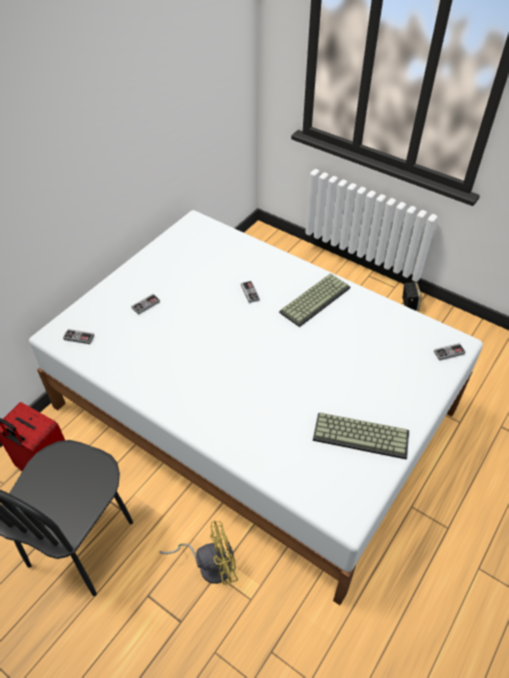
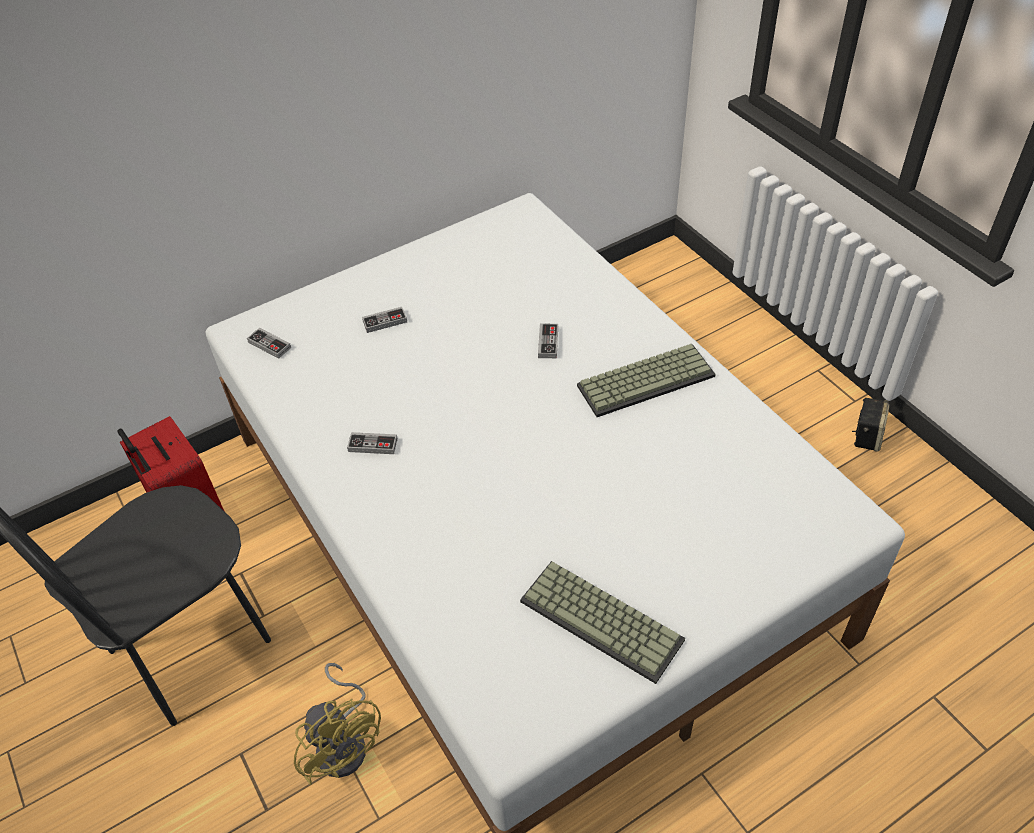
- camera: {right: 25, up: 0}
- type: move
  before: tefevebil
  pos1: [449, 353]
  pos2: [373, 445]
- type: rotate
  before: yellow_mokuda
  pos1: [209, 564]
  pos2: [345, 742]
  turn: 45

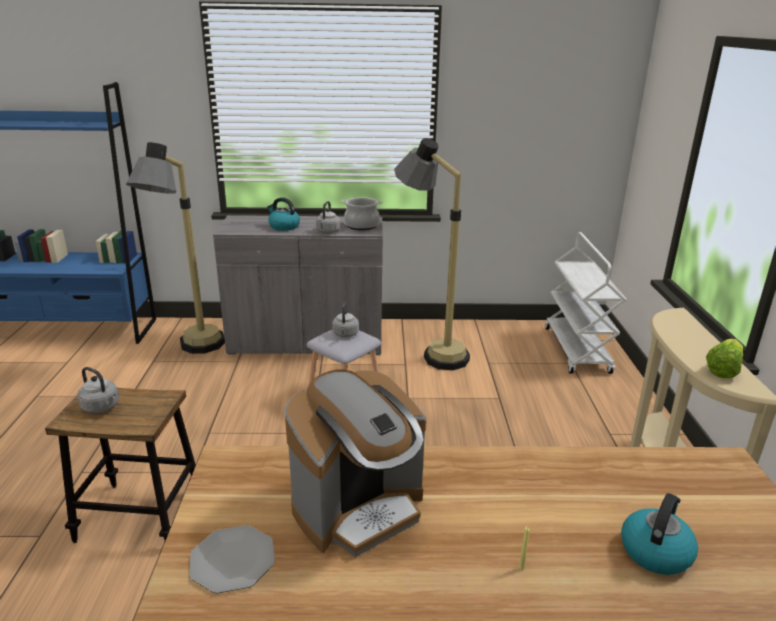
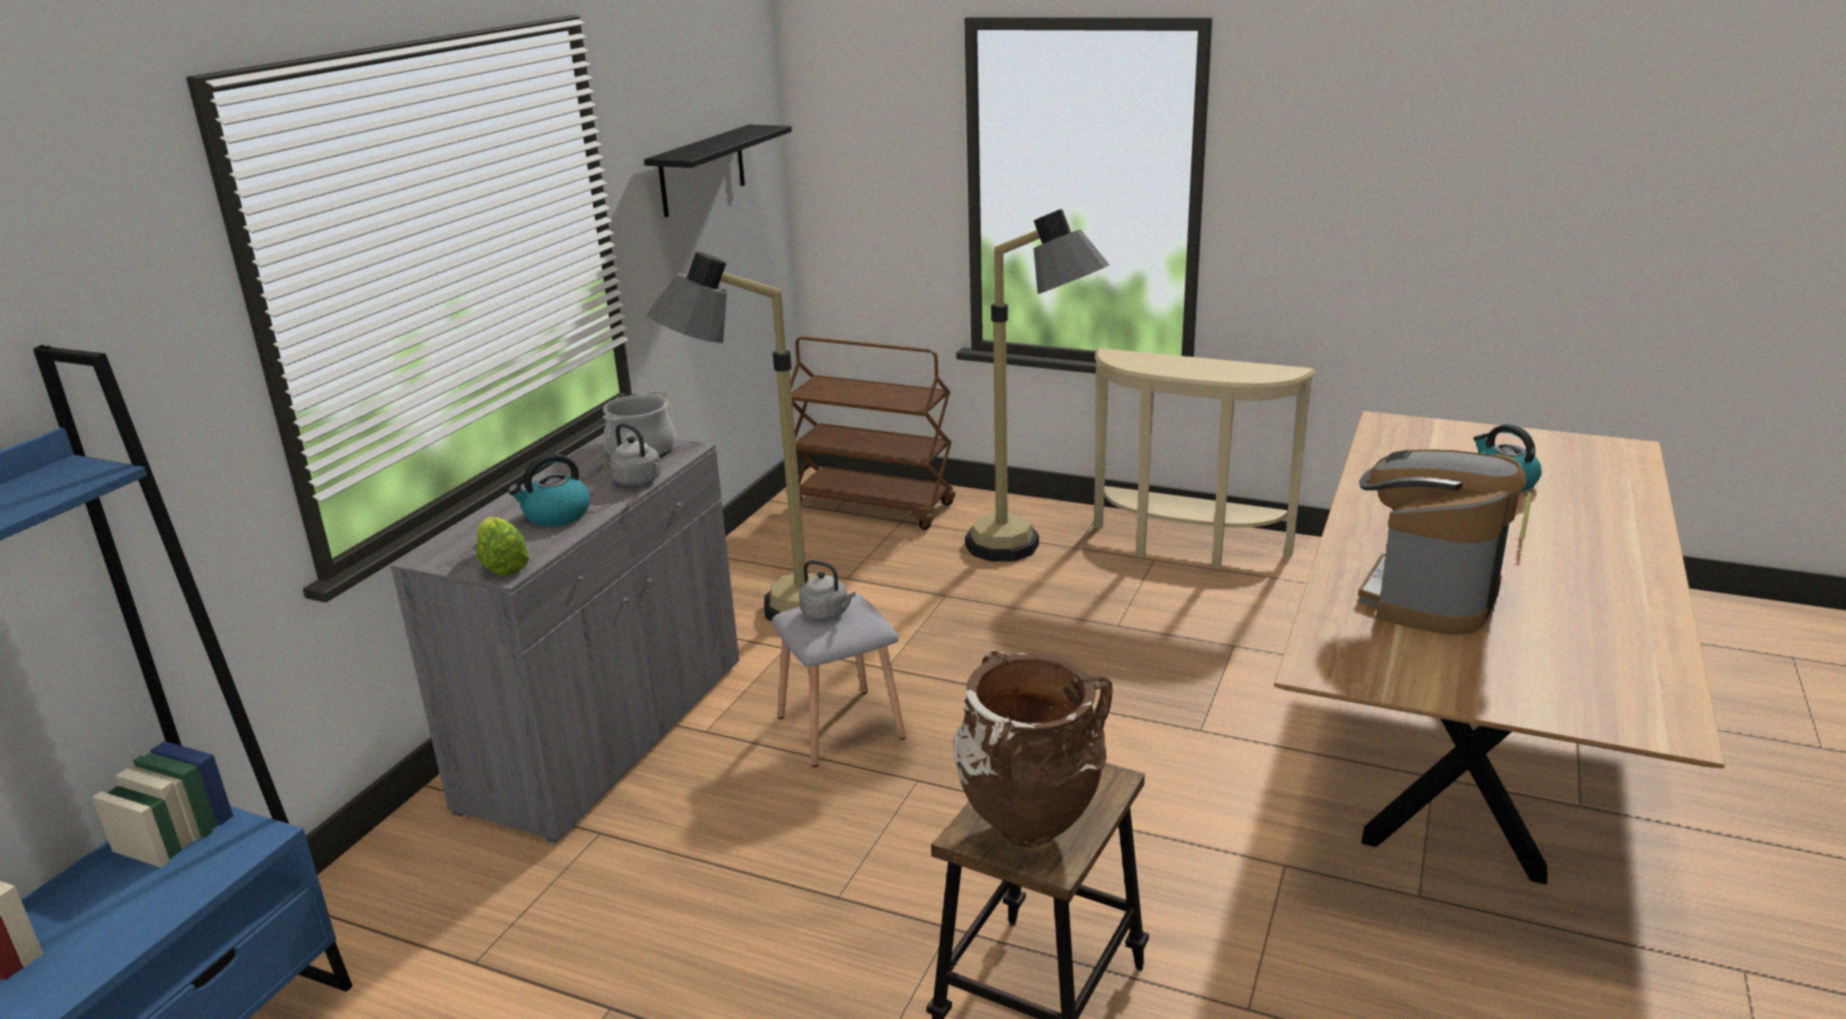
- camera: {right: -65, up: 0}
- type: move
  before: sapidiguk
  pos1: [192, 353]
  pos2: [1031, 553]
- type: recolor
  before: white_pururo
  after: brown_pururo
  pos1: [577, 350]
  pos2: [874, 506]
- type: move
  before: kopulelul
  pos1: [723, 370]
  pos2: [502, 564]
- type: replace
  before: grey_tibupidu
  after: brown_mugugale
  pos1: [102, 407]
  pos2: [1028, 826]
- type: rotate
  before: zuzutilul
  pos1: [359, 508]
  pos2: [1427, 597]
  turn: -135
- type: delete
  before: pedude
  pos1: [232, 560]
- type: insert
  after: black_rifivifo
  pos2: [702, 170]

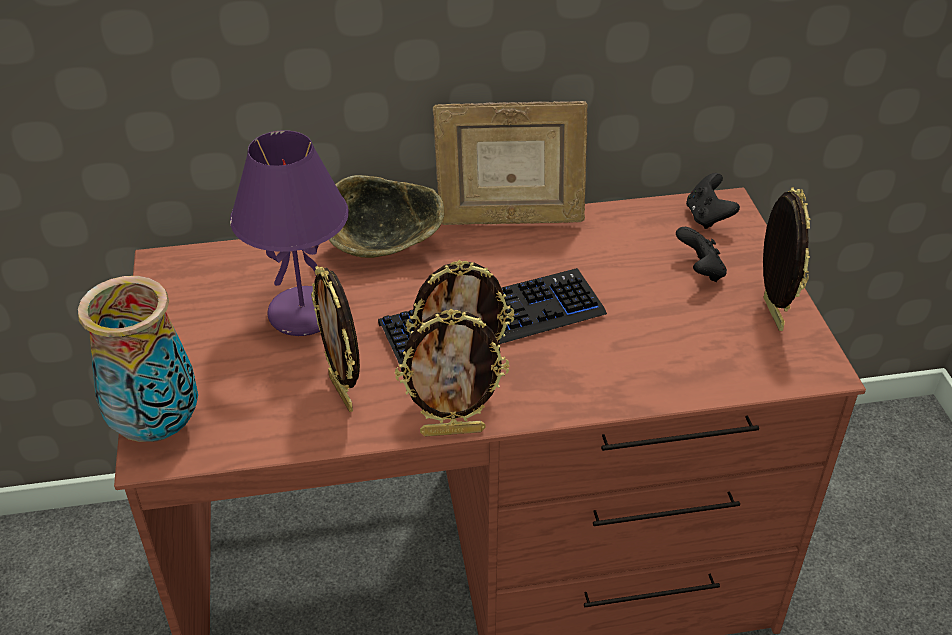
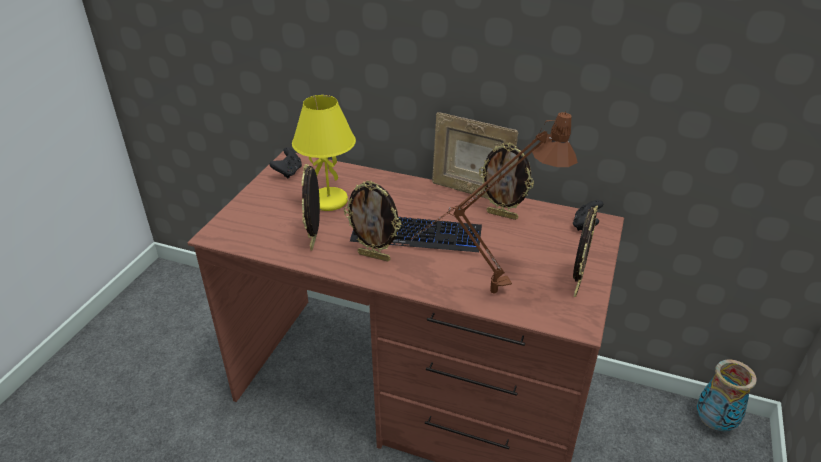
- camera: {right: 30, up: -5}
- type: recolor
  before: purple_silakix
  after: yellow_silakix
  pos1: [304, 313]
  pos2: [330, 201]
- type: delete
  before: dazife
  pos1: [382, 250]
- type: move
  before: black_tefevebil
  pos1: [700, 271]
  pos2: [288, 172]
- type: move
  before: mugugale
  pos1: [157, 428]
  pos2: [714, 423]
- type: move
  before: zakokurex
  pos1: [453, 430]
  pos2: [502, 215]
- type: insert
  after: brown_silakix
  pos2: [484, 295]

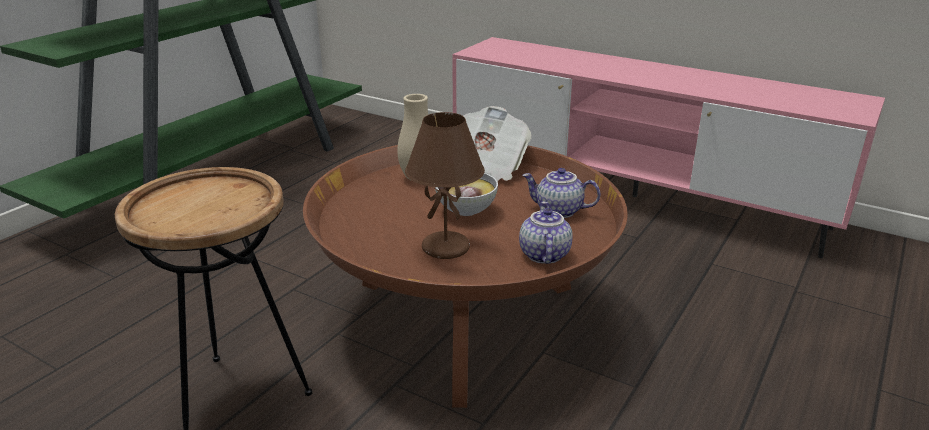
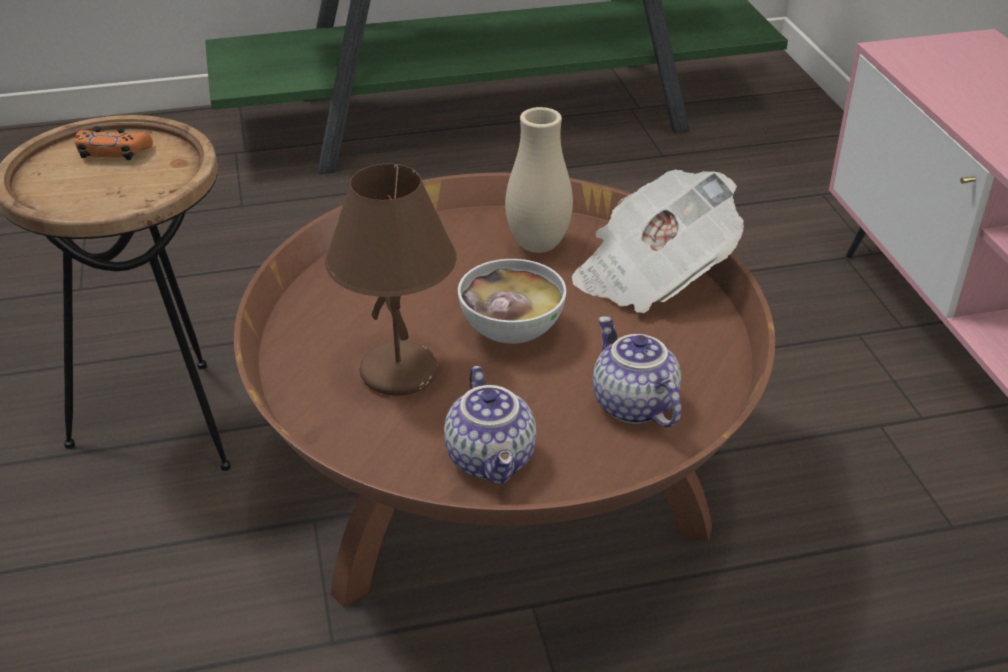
- camera: {right: 45, up: 10}
- type: rotate
  before: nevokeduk
  pos1: [543, 254]
  pos2: [493, 459]
  turn: 120
- type: insert
  after: orange_tefevebil
  pos2: [113, 152]

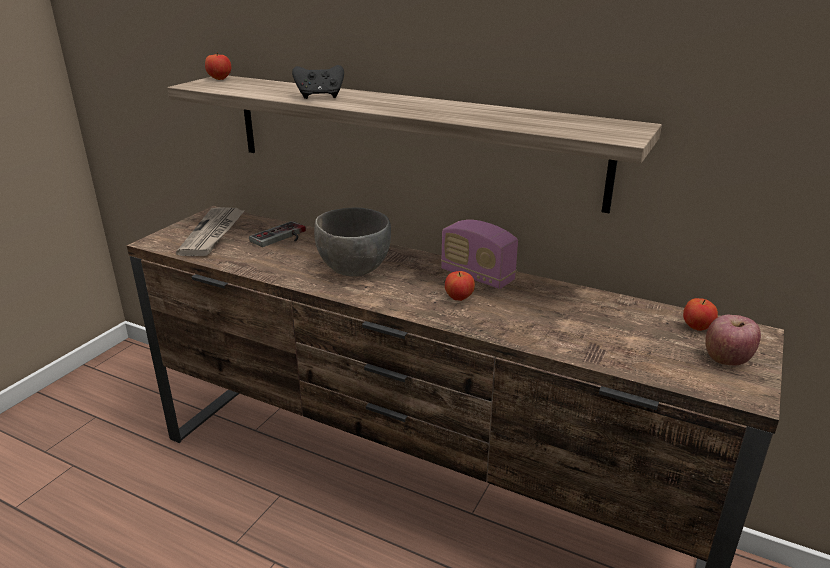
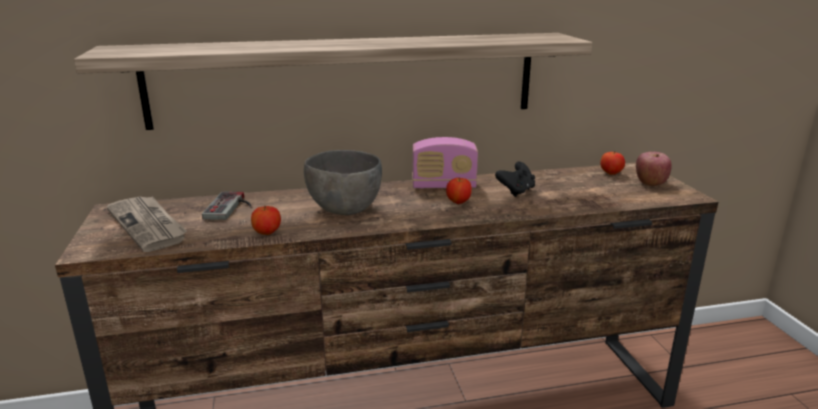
- camera: {right: -40, up: -5}
- type: move
  before: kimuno
  pos1: [220, 79]
  pos2: [267, 233]
- type: move
  before: black_tefevebil
  pos1: [320, 97]
  pos2: [516, 191]

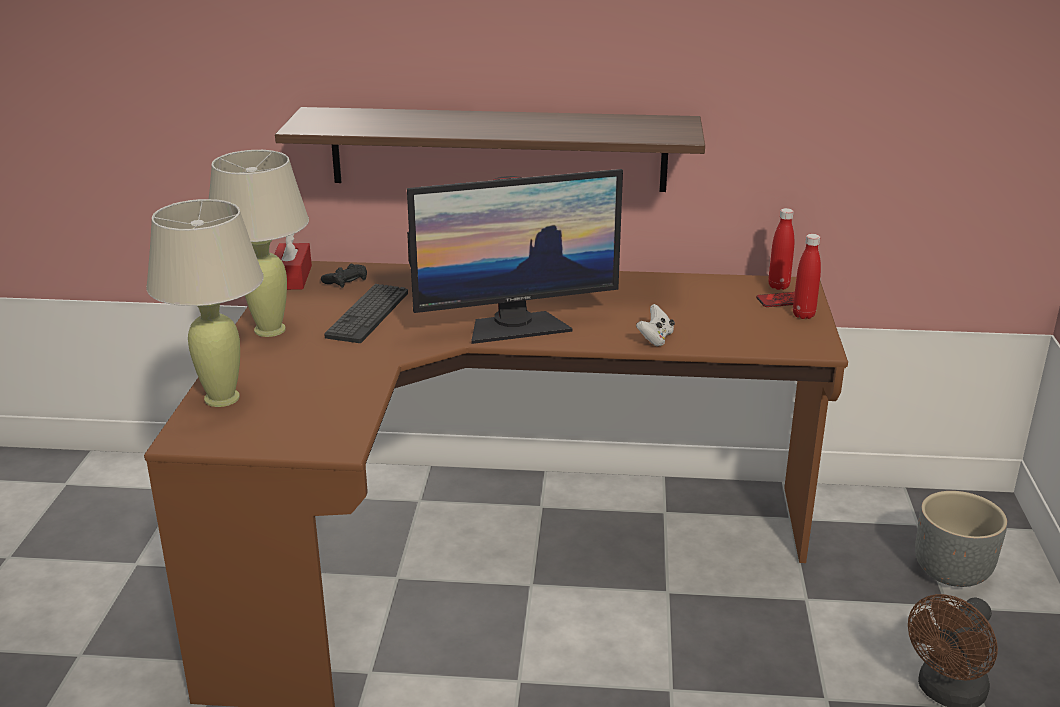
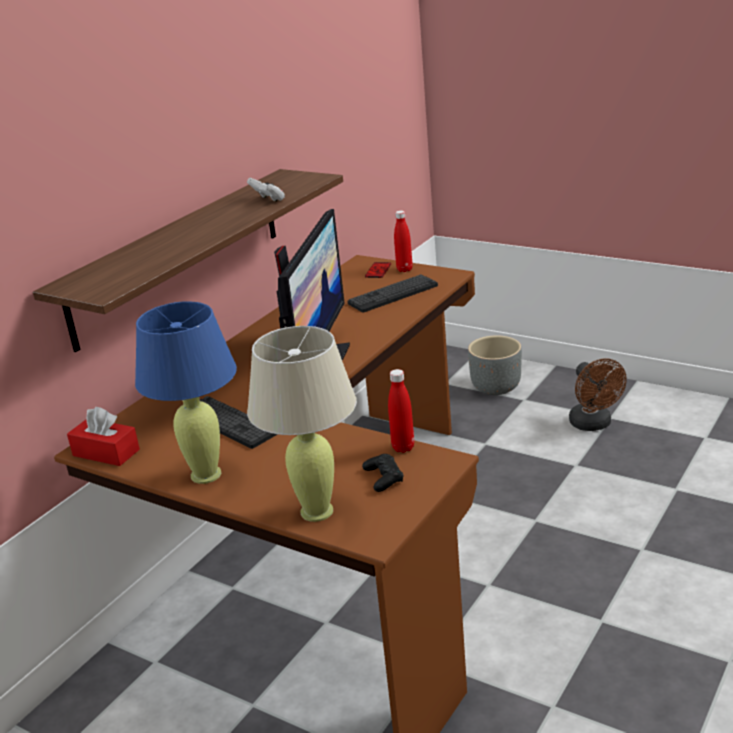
- camera: {right: -60, up: 0}
- type: recolor
  before: beige_silakix
  after: blue_silakix
  pos1: [269, 330]
  pos2: [206, 475]
- type: move
  before: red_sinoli
  pos1: [778, 286]
  pos2: [403, 447]
- type: move
  before: black_tefevebil
  pos1: [346, 281]
  pos2: [383, 478]
- type: move
  before: white_tefevebil
  pos1: [655, 339]
  pos2: [268, 200]
- type: insert
  after: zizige
  pos2: [393, 294]

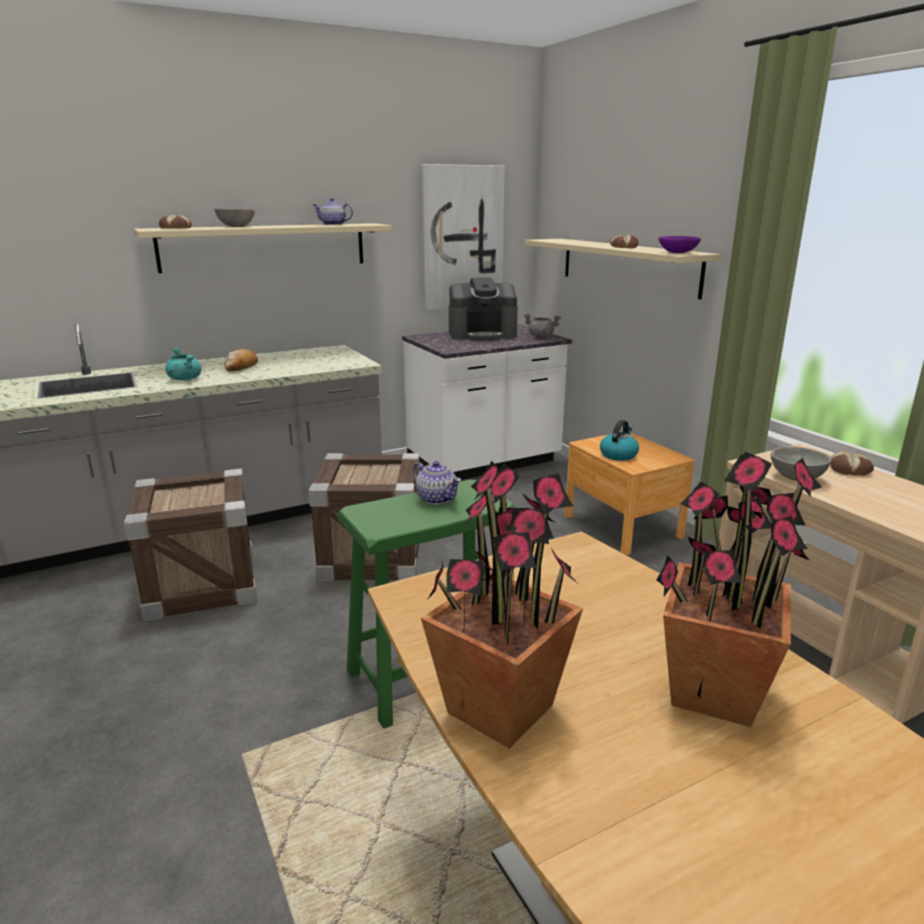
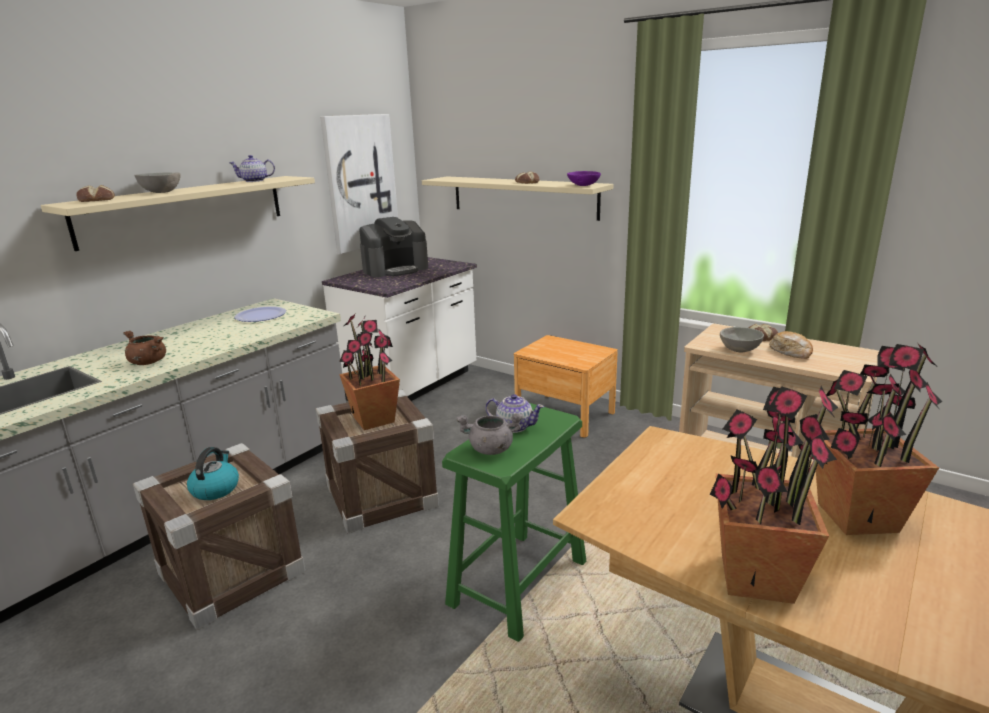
- camera: {right: -25, up: 0}
- type: move
  before: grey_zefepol
  pos1: [540, 337]
  pos2: [490, 449]
- type: recolor
  before: turquoise_zefepol
  after: brown_zefepol
  pos1: [184, 379]
  pos2: [148, 362]
- type: move
  before: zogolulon
  pos1: [241, 368]
  pos2: [791, 352]
- type: move
  before: tibupidu
  pos1: [618, 455]
  pos2: [215, 489]
- type: insert
  after: pedude
  pos2: [260, 316]
- type: insert
  after: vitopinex
  pos2: [374, 419]

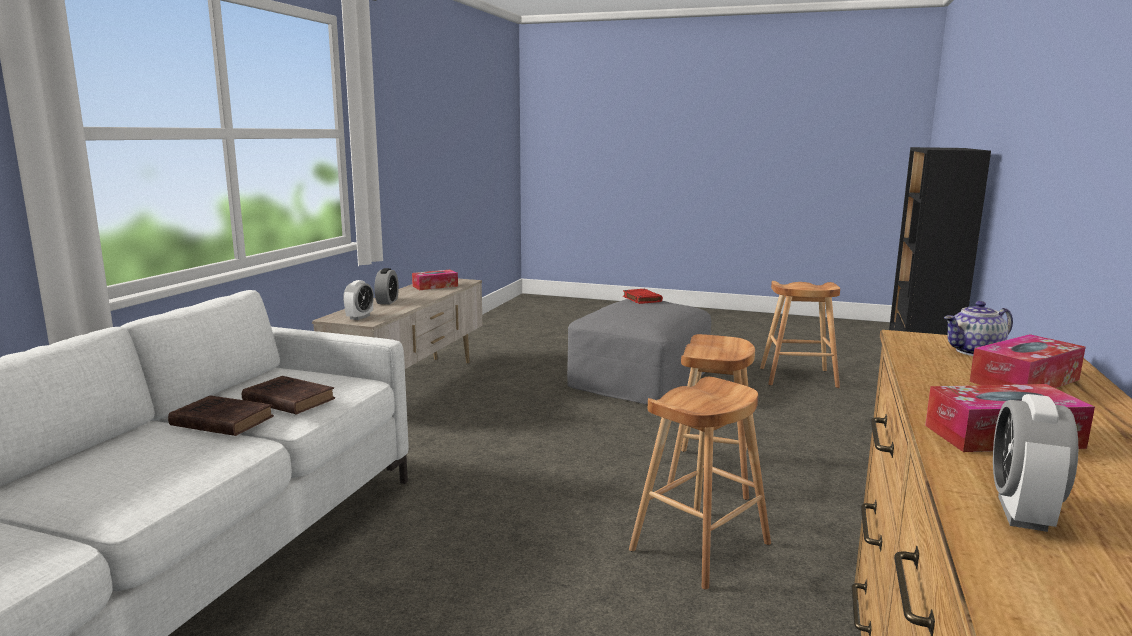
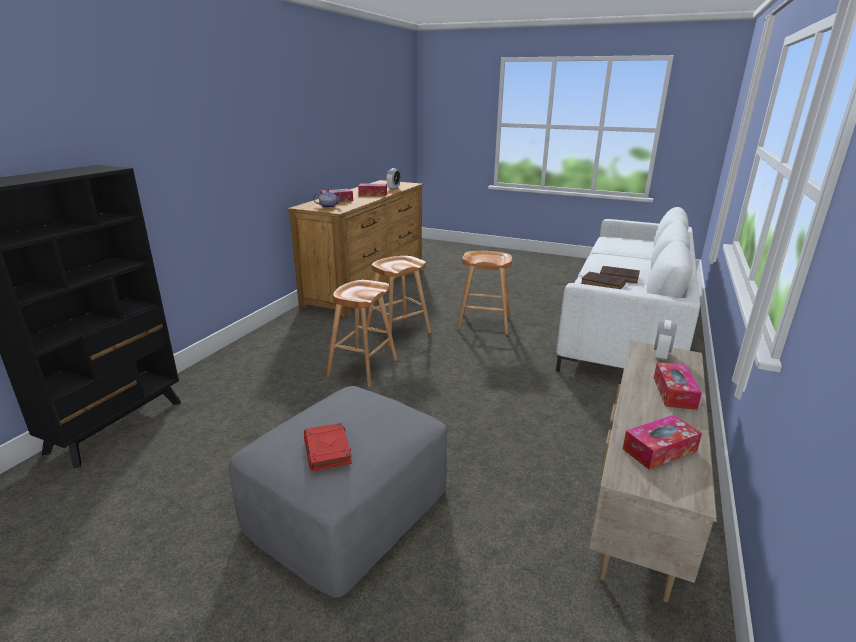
- camera: {right: -175, up: 10}
- type: replace
  before: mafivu
  after: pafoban
  pos1: [387, 301]
  pos2: [674, 393]
- type: move
  before: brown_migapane
  pos1: [798, 377]
  pos2: [483, 323]

